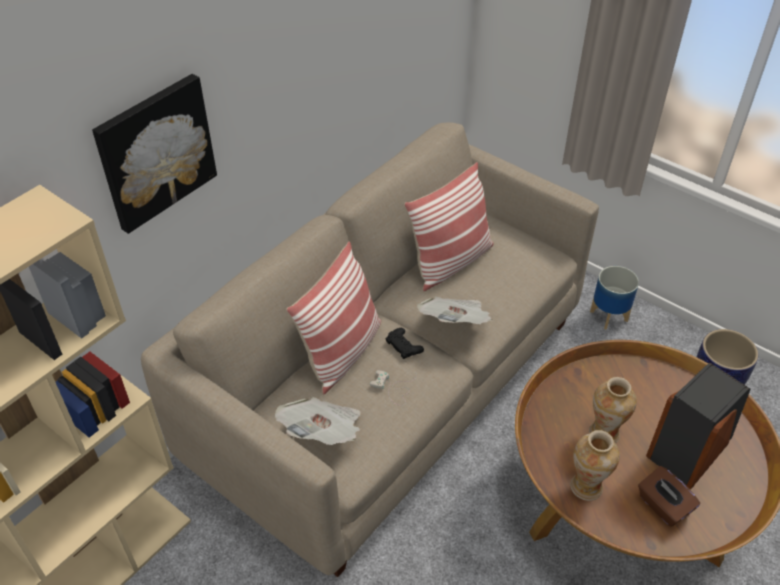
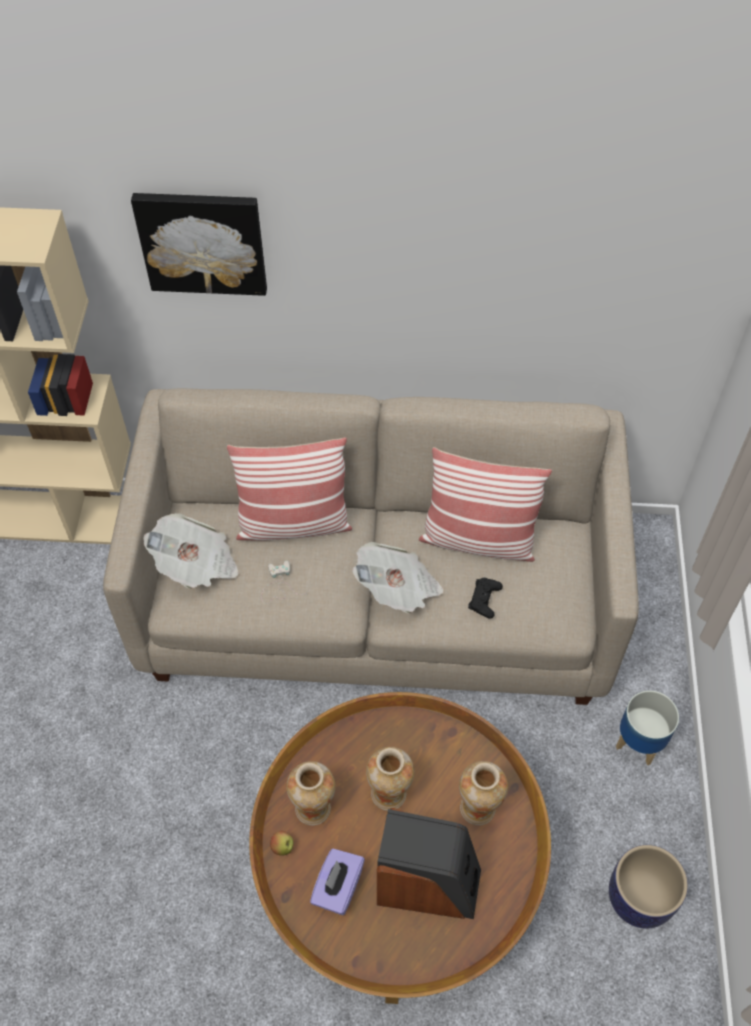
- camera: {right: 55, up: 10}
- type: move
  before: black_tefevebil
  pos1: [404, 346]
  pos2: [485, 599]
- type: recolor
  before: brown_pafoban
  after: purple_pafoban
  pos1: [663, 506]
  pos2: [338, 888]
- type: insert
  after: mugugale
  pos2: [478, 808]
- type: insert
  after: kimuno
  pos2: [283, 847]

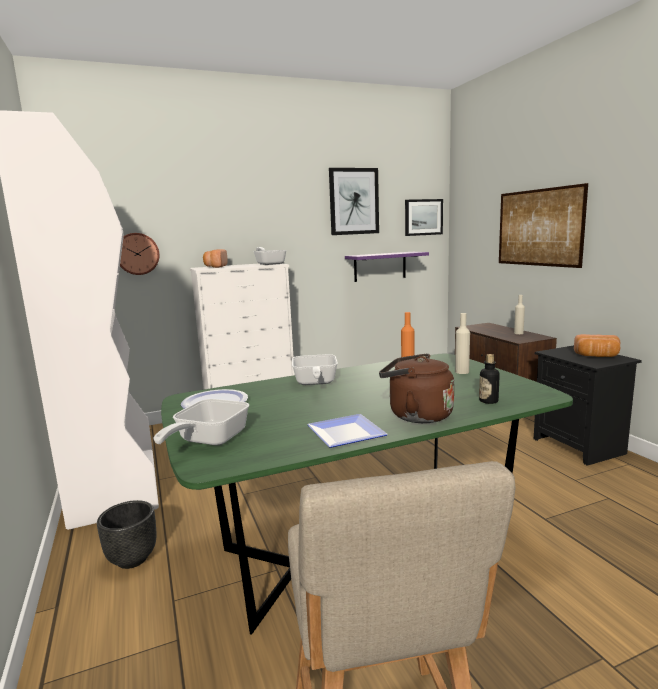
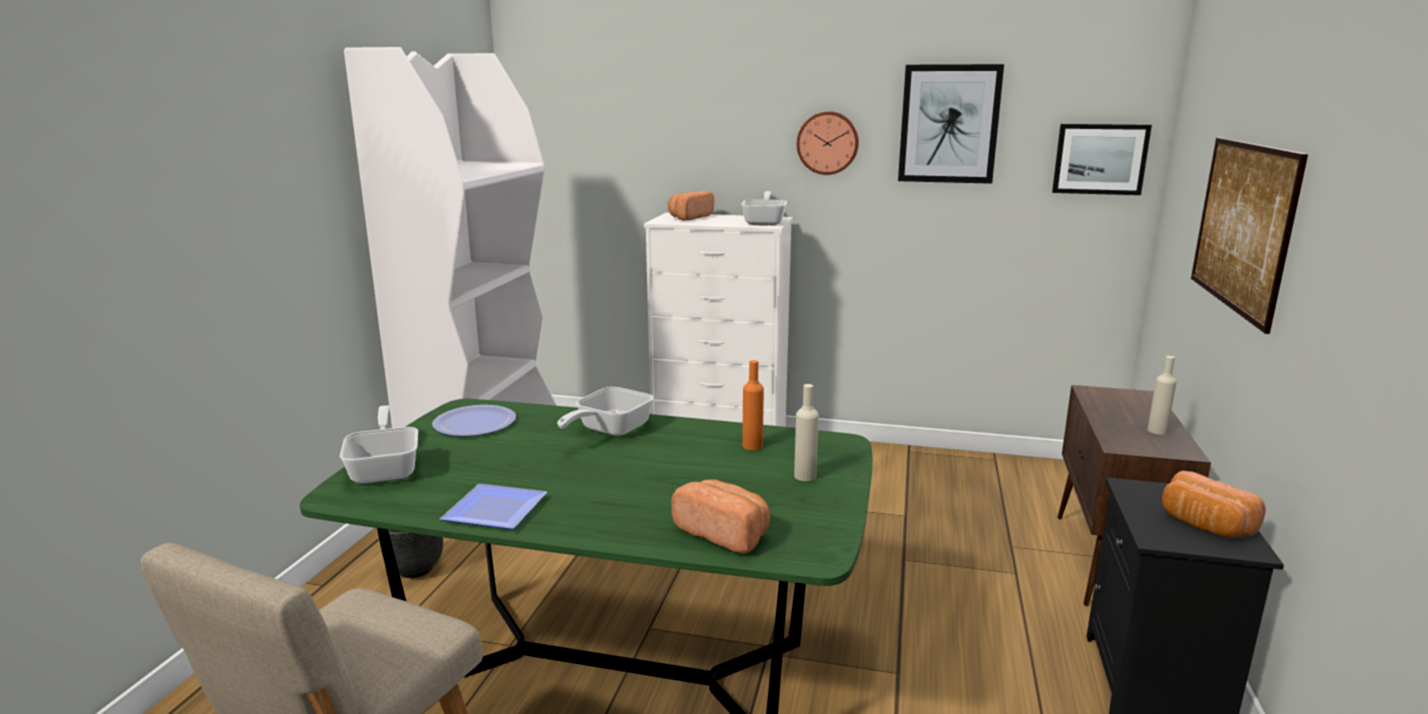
- camera: {right: 35, up: 5}
- type: move
  before: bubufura
  pos1: [137, 253]
  pos2: [827, 143]
- type: delete
  before: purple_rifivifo
  pos1: [380, 266]
- type: delete
  before: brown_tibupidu
  pos1: [416, 415]
- type: replace
  before: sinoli
  after: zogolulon
  pos1: [488, 401]
  pos2: [724, 533]
- type: rotate
  before: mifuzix
  pos1: [207, 440]
  pos2: [386, 468]
  turn: 105

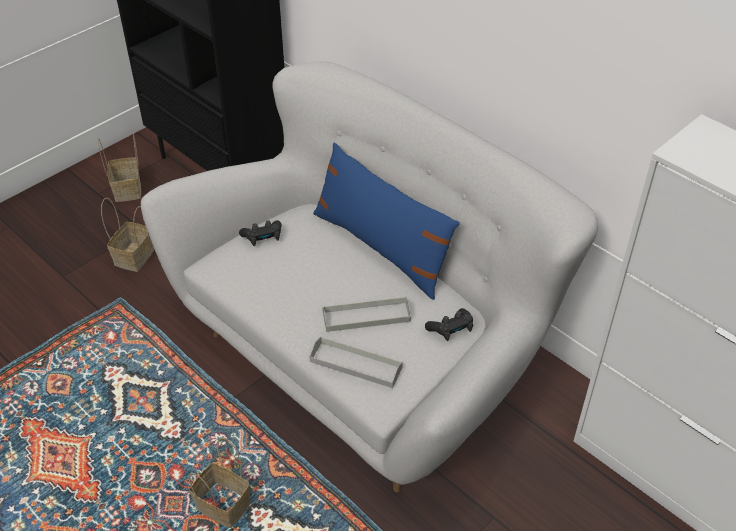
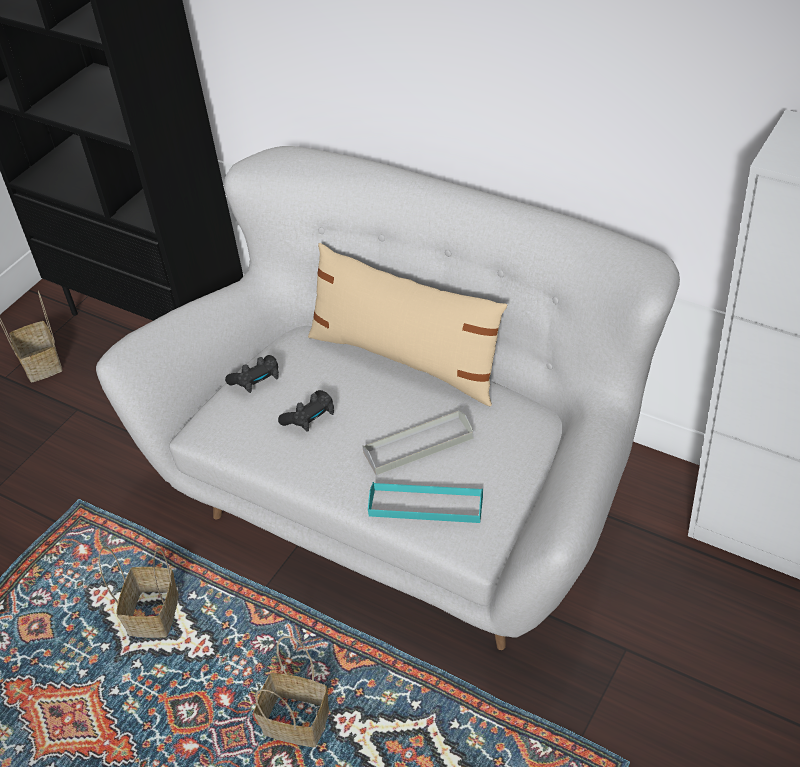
- camera: {right: -10, up: 0}
- type: recolor
  before: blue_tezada
  after: beige_tezada
  pos1: [381, 248]
  pos2: [406, 359]
- type: move
  before: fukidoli
  pos1: [134, 256]
  pos2: [153, 613]
- type: move
  before: black_tefevebil
  pos1: [451, 329]
  pos2: [310, 418]
- type: recolor
  before: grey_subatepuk
  after: turquoise_subatepuk
  pos1: [356, 364]
  pos2: [426, 505]

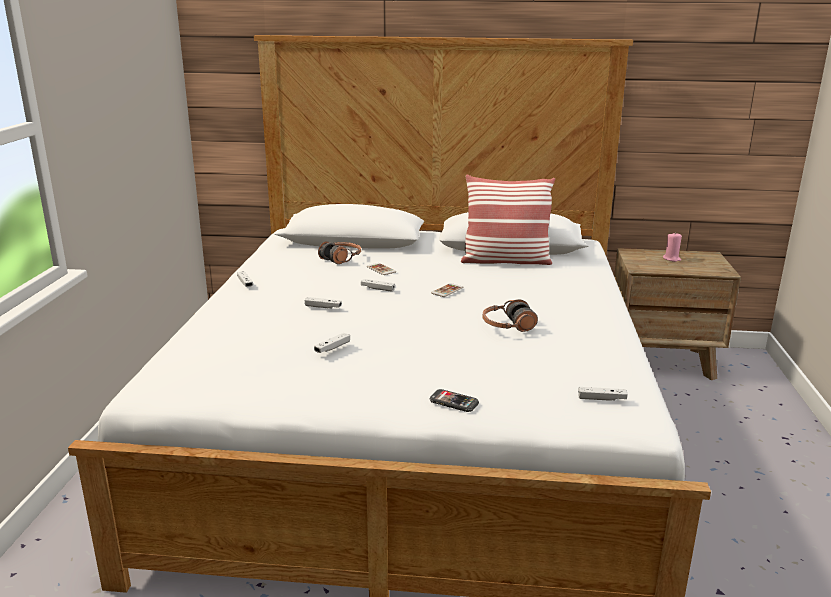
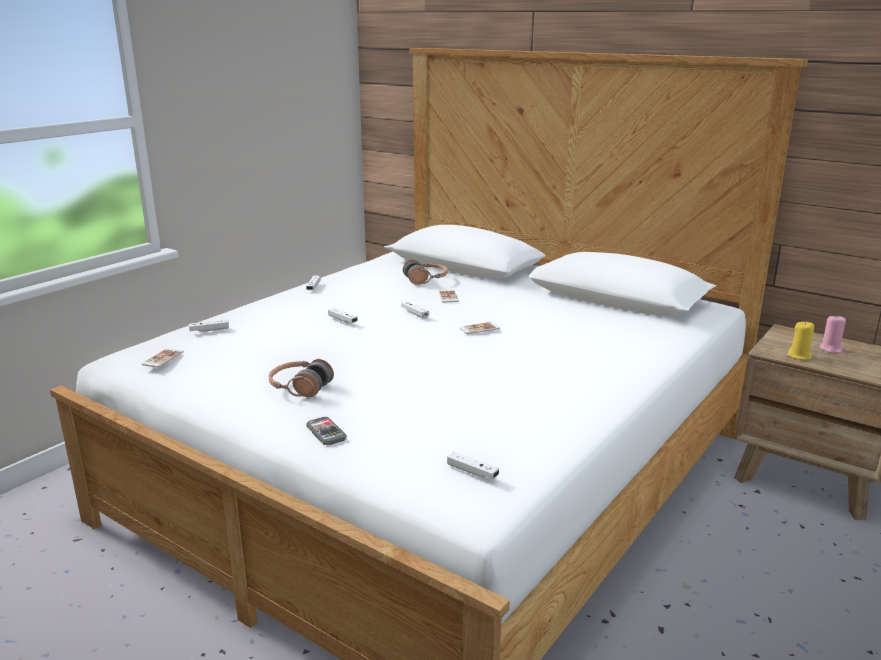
- camera: {right: 30, up: 0}
- type: delete
  before: tezada
  pos1: [505, 261]
- type: move
  before: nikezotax
  pos1: [508, 326]
  pos2: [300, 387]
- type: move
  before: white_tefevebil
  pos1: [332, 348]
  pos2: [209, 330]
- type: insert
  after: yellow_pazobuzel
  pos2: [799, 356]
- type: insert
  after: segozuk
  pos2: [163, 358]

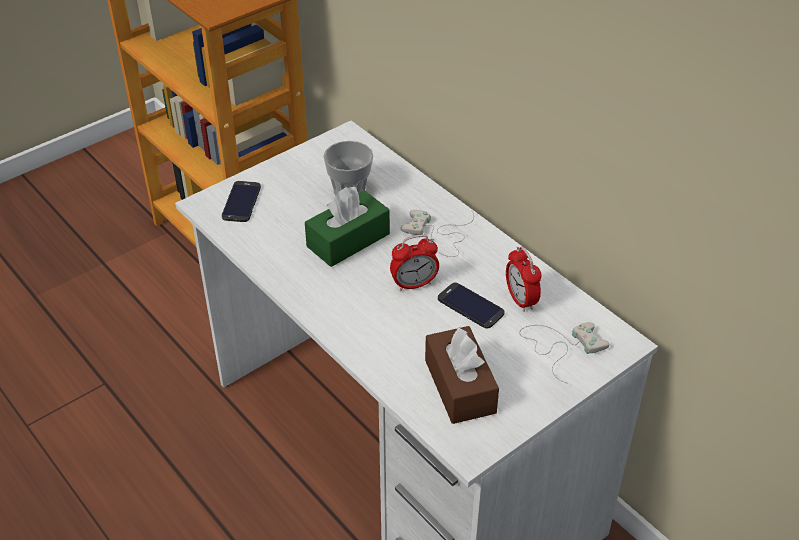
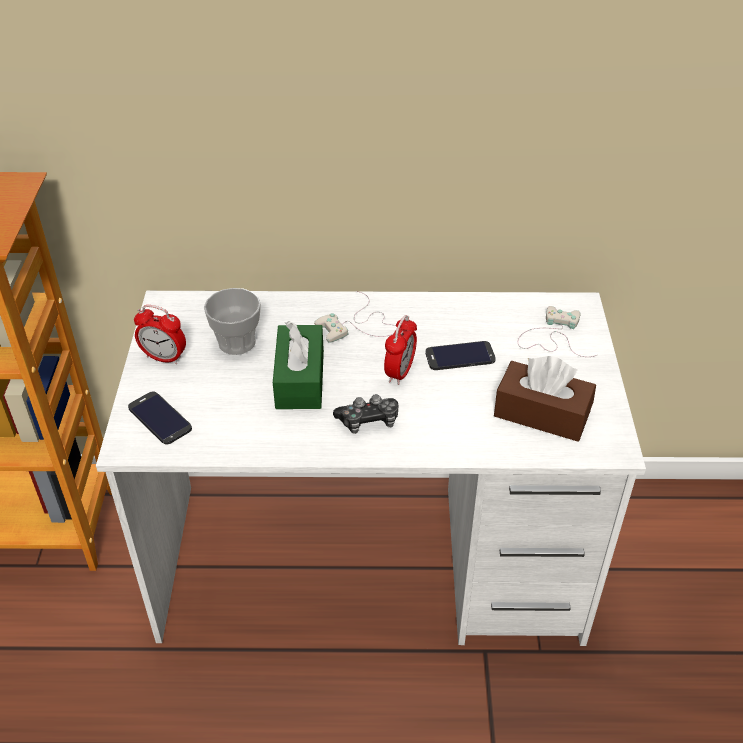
- camera: {right: -50, up: 0}
- type: move
  before: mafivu
  pos1: [520, 300]
  pos2: [164, 358]
- type: insert
  after: tefevebil
  pos2: [368, 421]

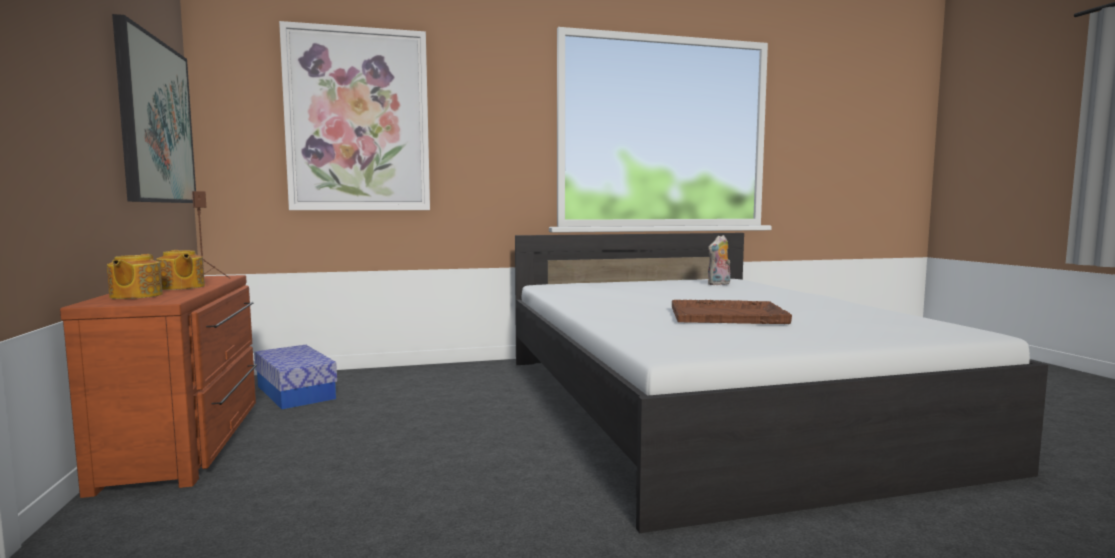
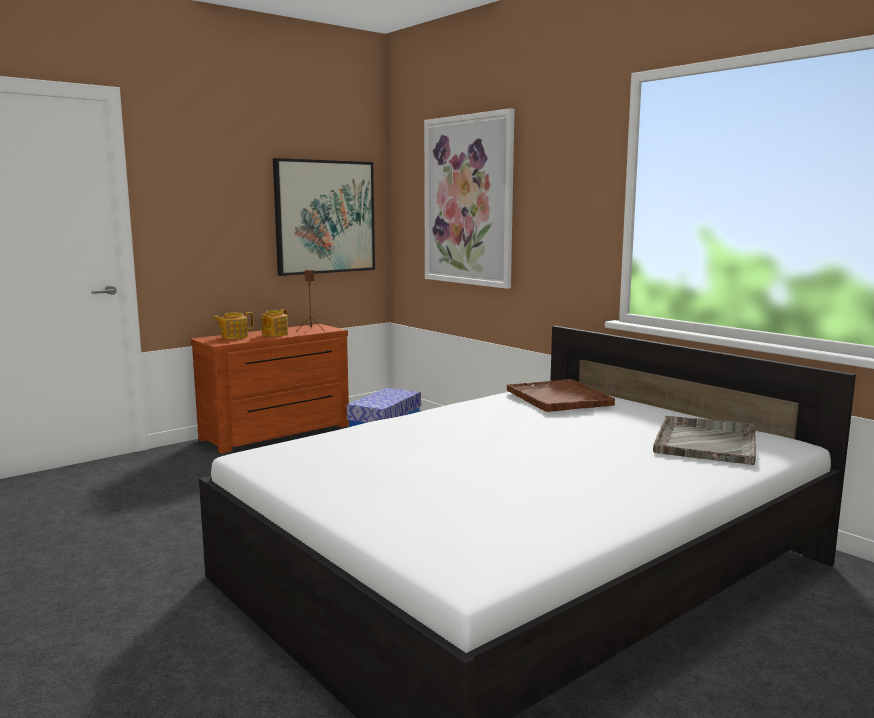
- camera: {right: 65, up: 5}
- type: replace
  before: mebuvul
  after: grey_subatepuk
  pos1: [719, 284]
  pos2: [706, 442]
- type: move
  before: brown_subatepuk
  pos1: [728, 315]
  pos2: [559, 398]

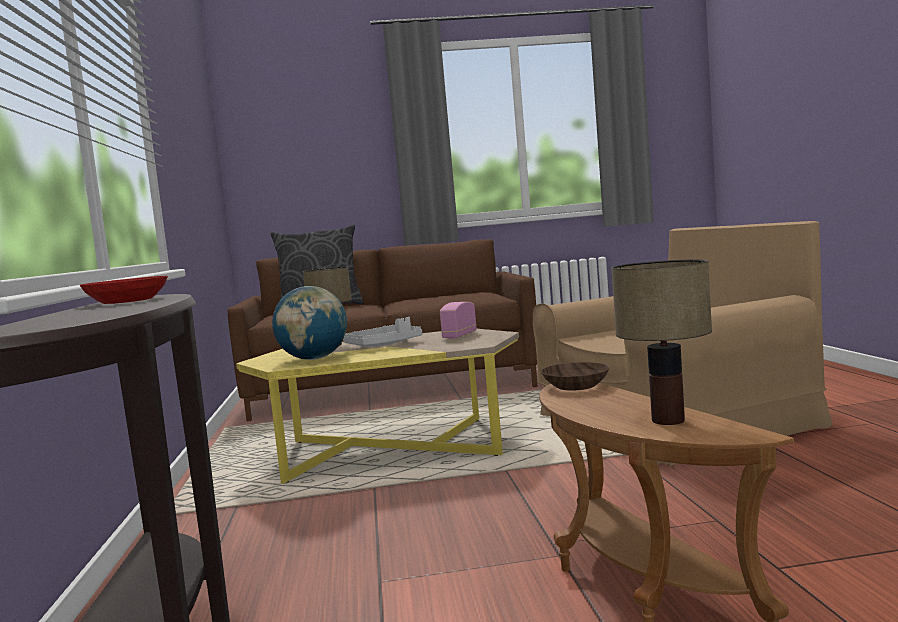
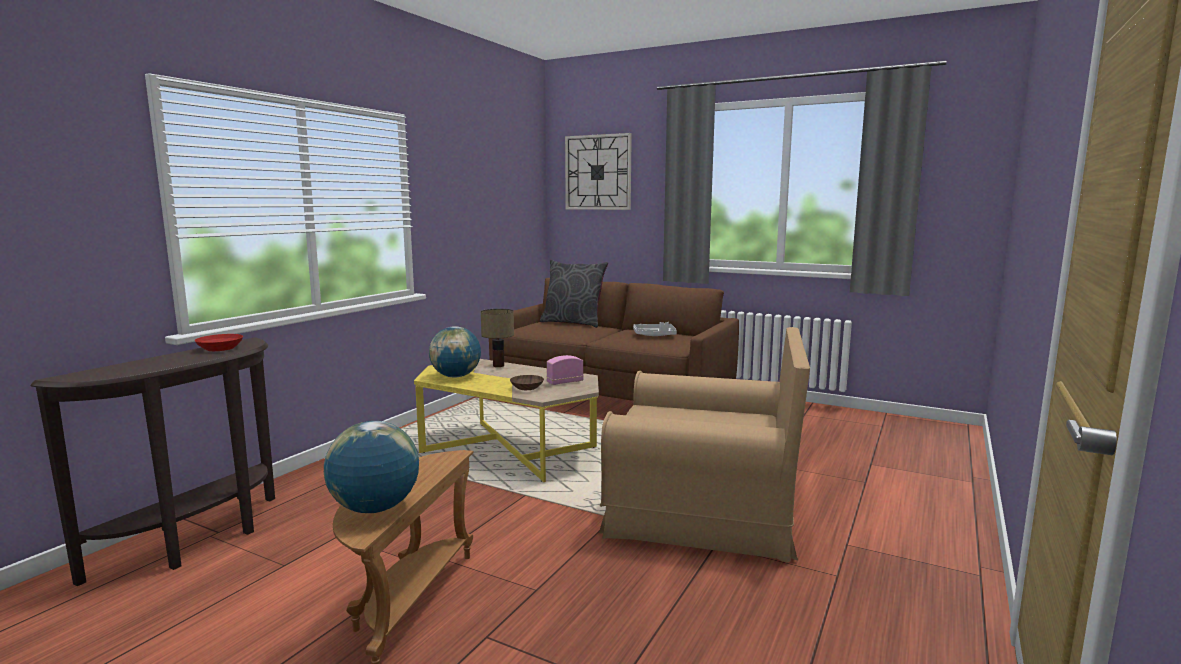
- camera: {right: 35, up: 5}
- type: replace
  before: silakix
  after: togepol
  pos1: [668, 421]
  pos2: [375, 508]
- type: move
  before: grey_subatepuk
  pos1: [384, 345]
  pos2: [654, 335]
- type: move
  before: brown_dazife
  pos1: [577, 386]
  pos2: [527, 388]
- type: insert
  after: bubufura
  pos2: [598, 172]

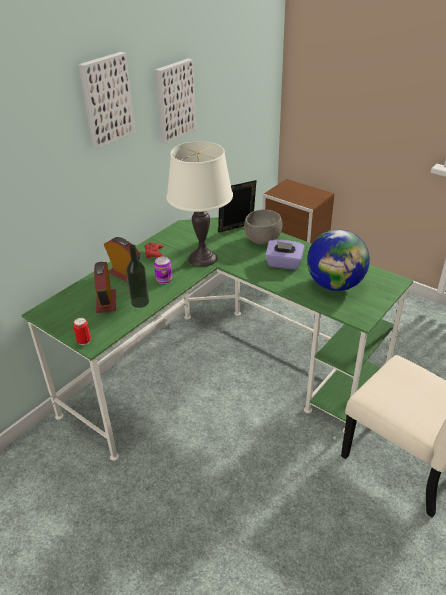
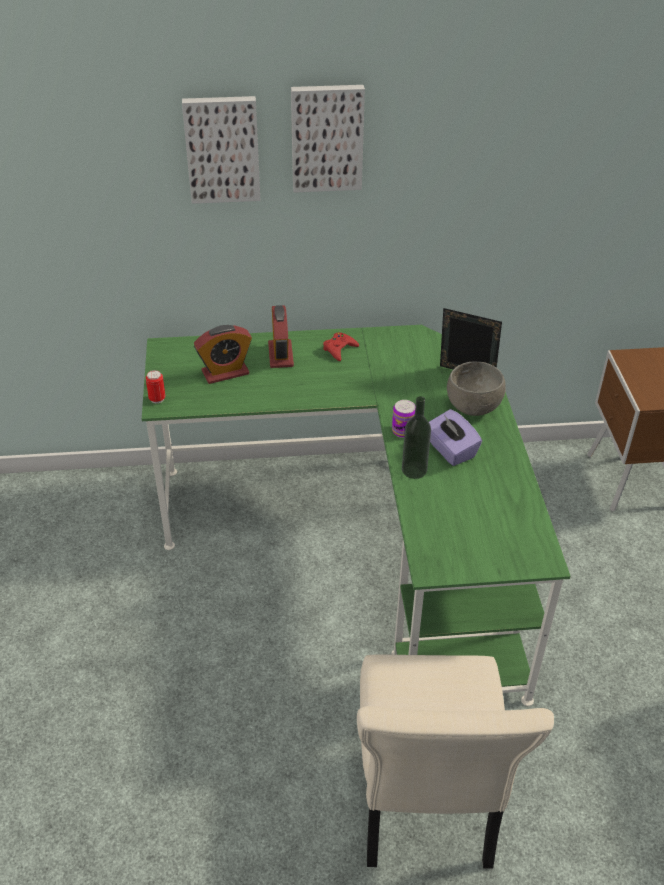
- camera: {right: 45, up: 5}
- type: move
  before: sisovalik
  pos1: [174, 100]
  pos2: [222, 148]
- type: delete
  before: white_silakix
  pos1: [203, 258]
- type: delete
  before: togepol
  pos1: [335, 285]
- type: move
  before: sinoli
  pos1: [140, 302]
  pos2: [414, 470]
- type: move
  before: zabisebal
  pos1: [164, 279]
  pos2: [403, 431]
- type: rotate
  before: mafivu
  pos1: [106, 302]
  pos2: [225, 372]
  turn: -150

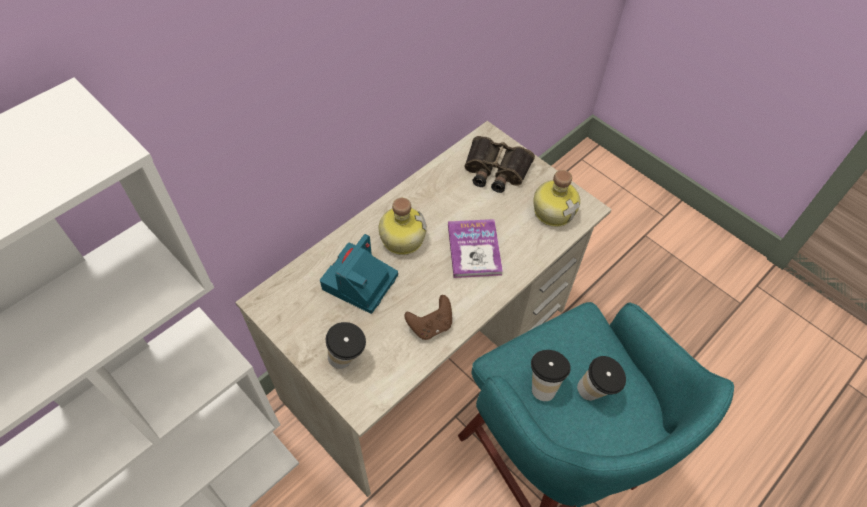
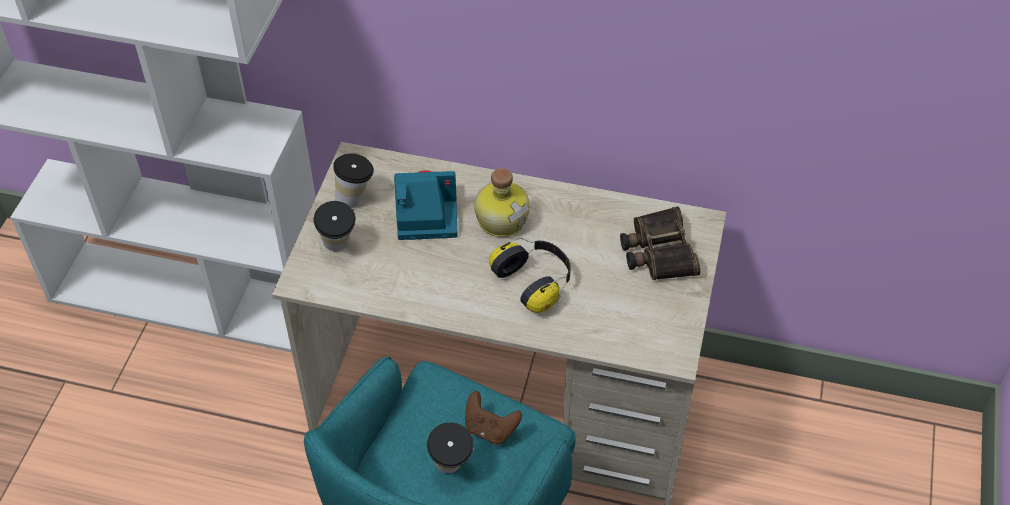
- camera: {right: 60, up: -5}
- type: delete
  before: sinoli
  pos1: [553, 210]
- type: replace
  before: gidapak
  after: nikezotax
  pos1: [474, 249]
  pos2: [535, 282]
- type: move
  before: brown_tefevebil
  pos1: [430, 326]
  pos2: [490, 429]
- type: move
  before: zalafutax
  pos1: [543, 384]
  pos2: [356, 198]

